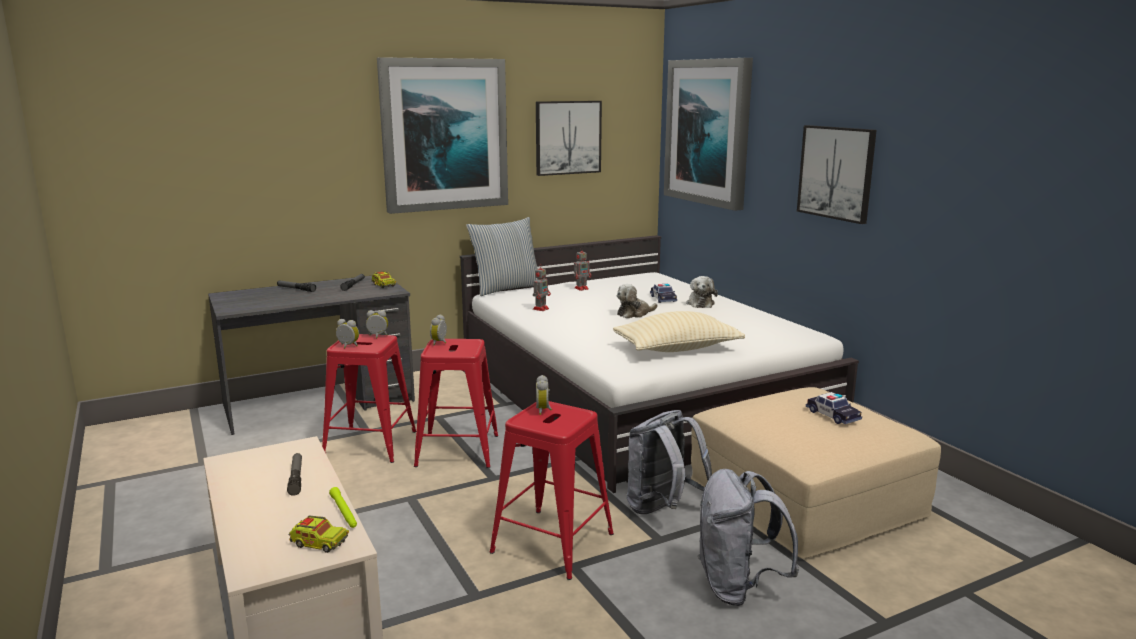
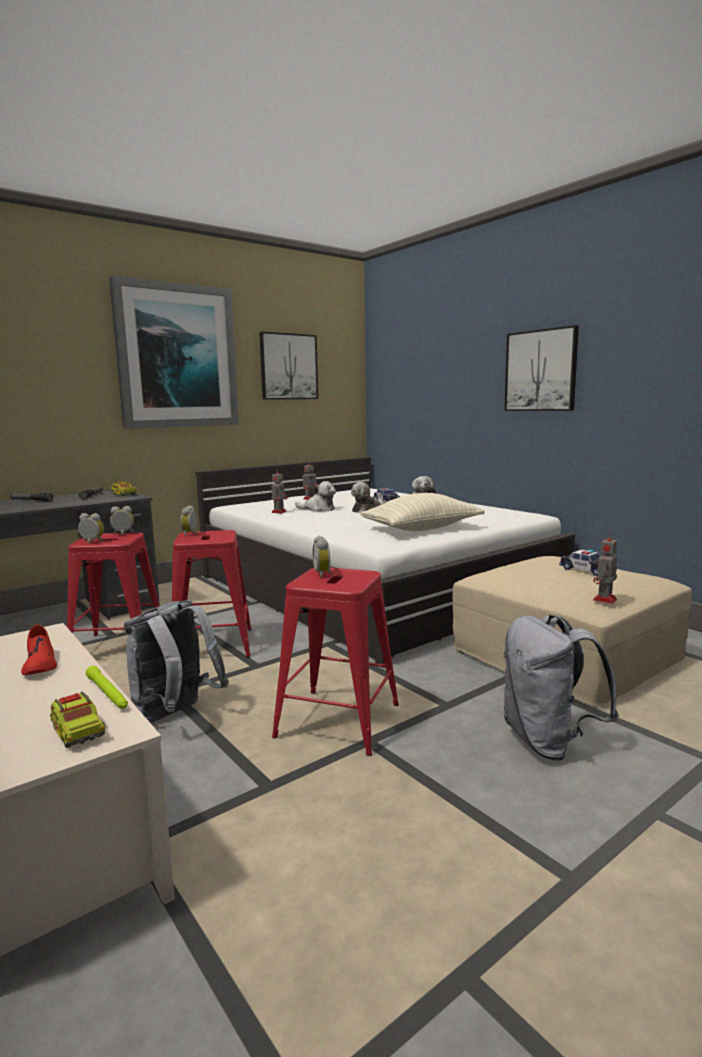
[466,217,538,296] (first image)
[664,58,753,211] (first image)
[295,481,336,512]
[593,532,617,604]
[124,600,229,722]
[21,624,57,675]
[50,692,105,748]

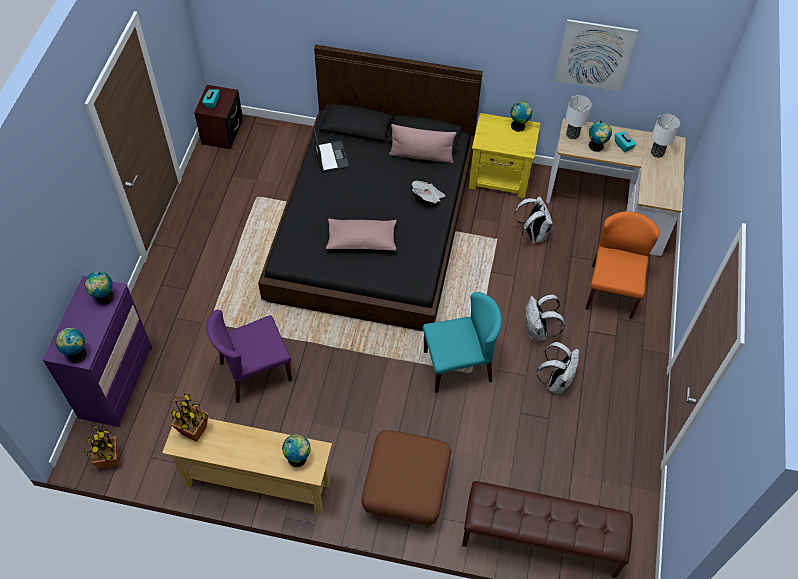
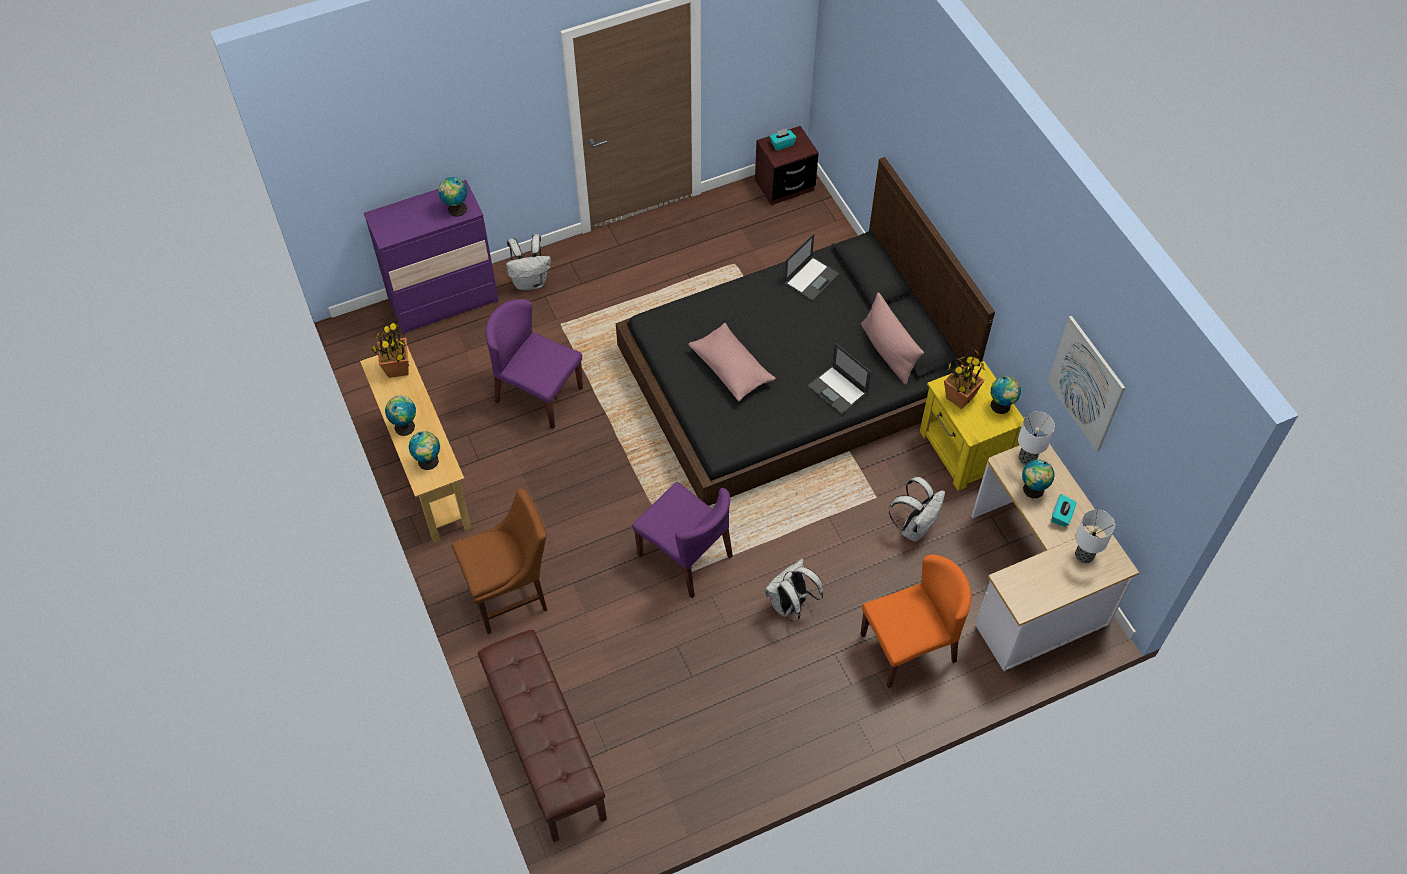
[385,396,416,436]
[944,349,985,409]
[506,234,551,291]
[452,488,547,634]
[807,343,871,415]
[632,482,733,598]

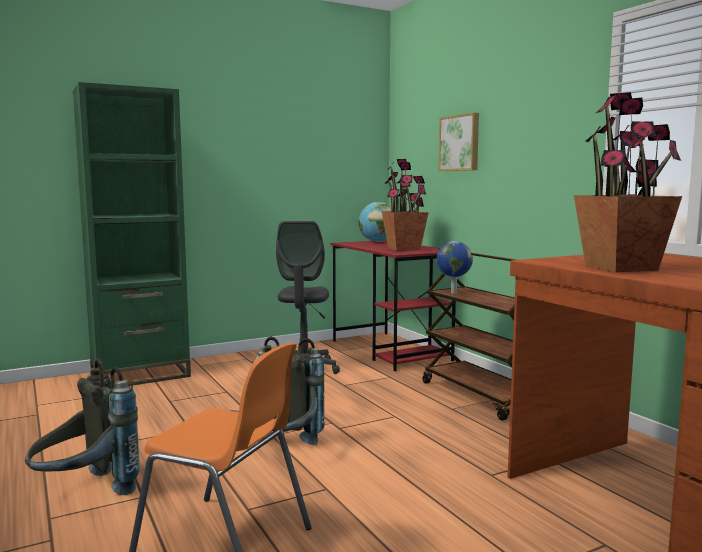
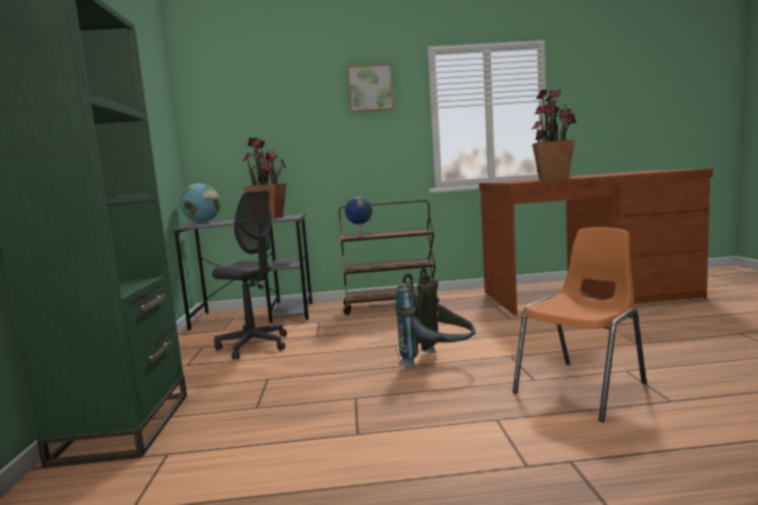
[25,359,140,495] (first image)
[347,63,394,112]
[171,214,313,330]

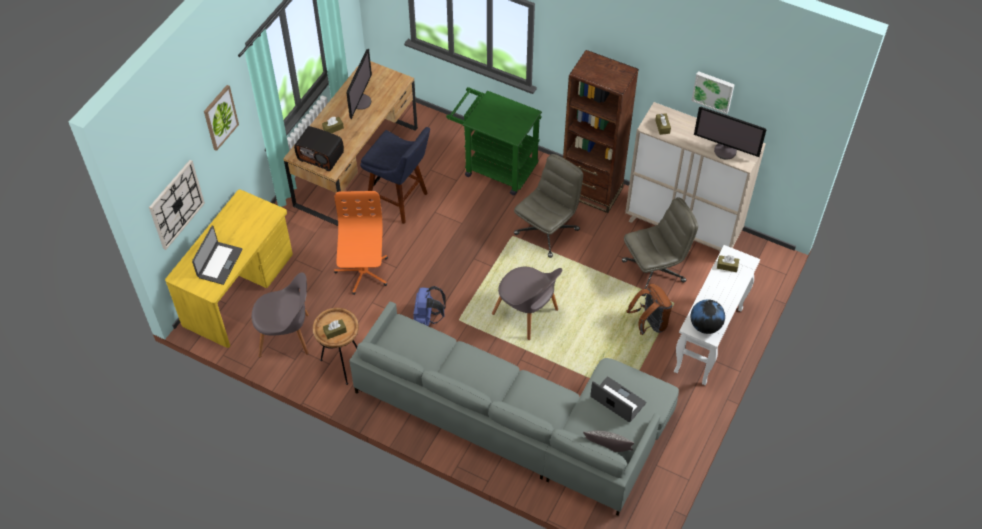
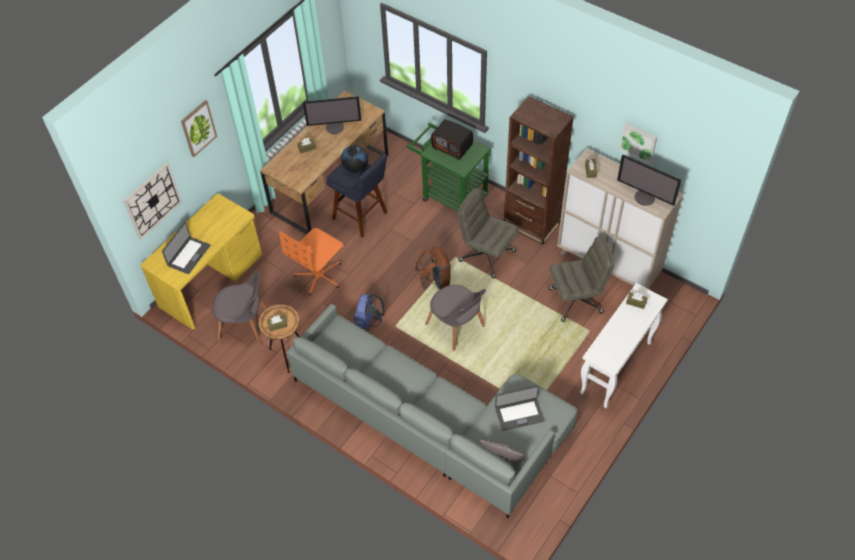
[431,119,473,160]
[415,246,451,290]
[341,145,368,173]
[279,228,343,295]
[303,96,361,134]
[458,188,518,278]
[495,385,545,431]

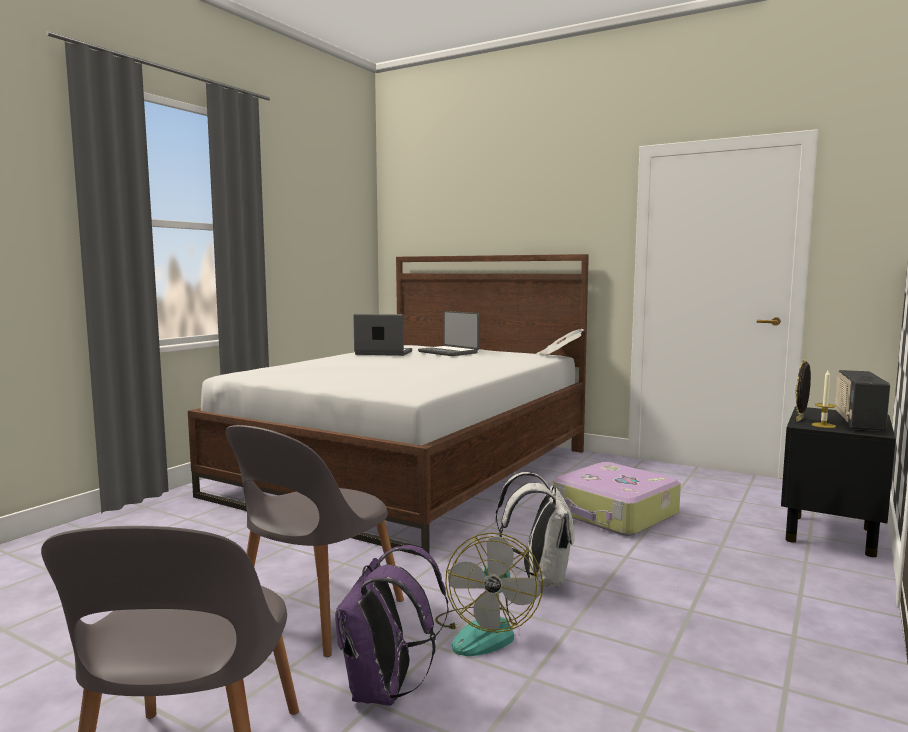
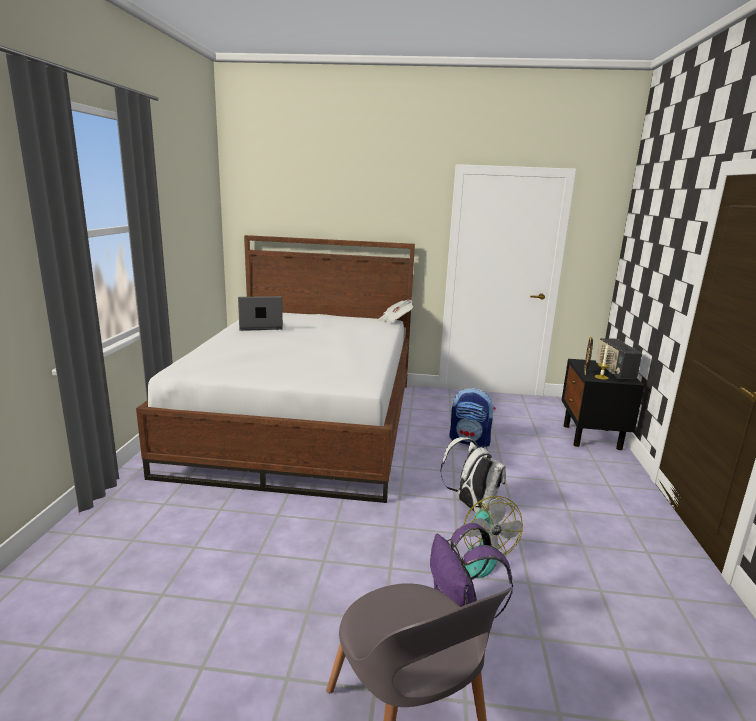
[225,425,404,657] (first image)
[418,311,479,356] (first image)
[449,389,496,448]

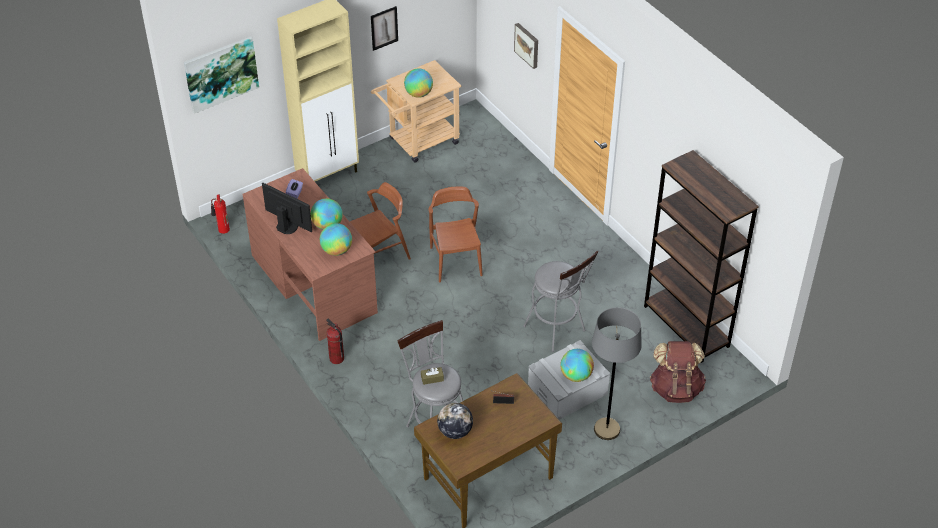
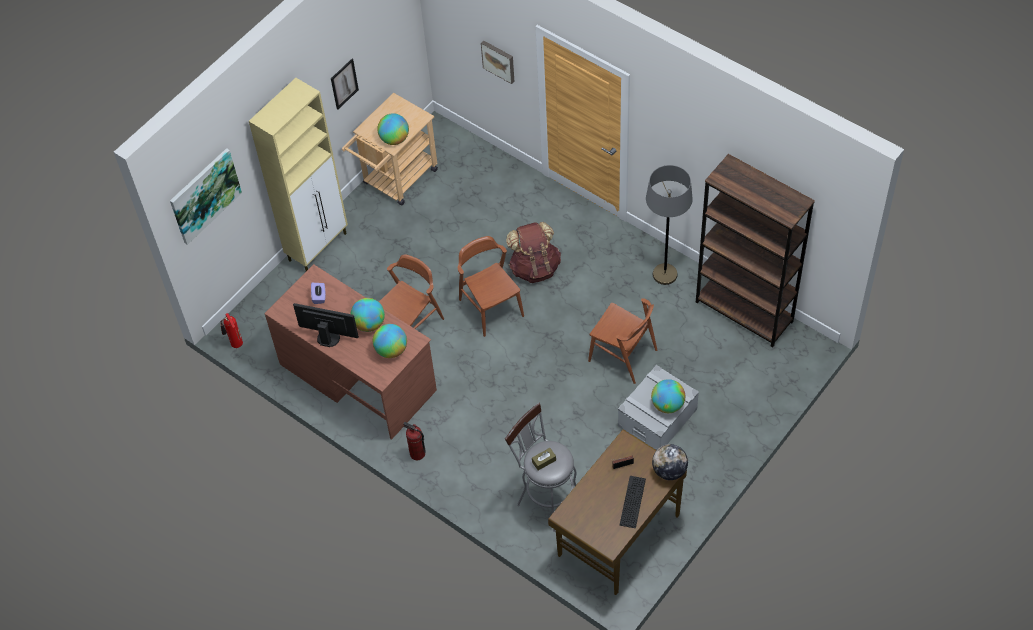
[620,476,646,528]
[652,444,688,480]
[646,165,693,285]
[506,222,561,283]
[588,298,657,384]

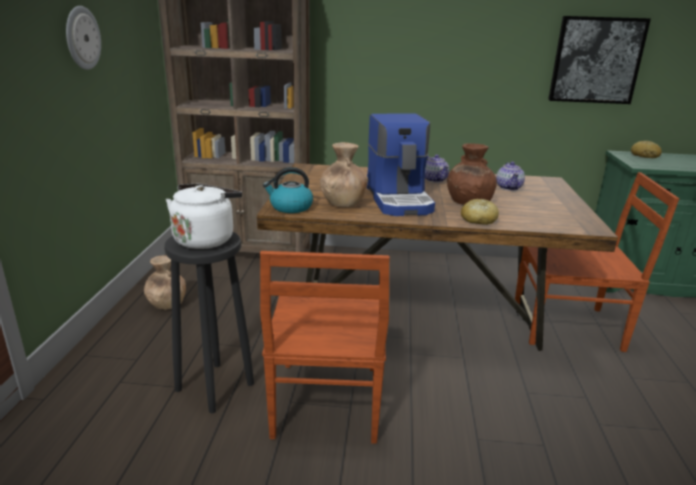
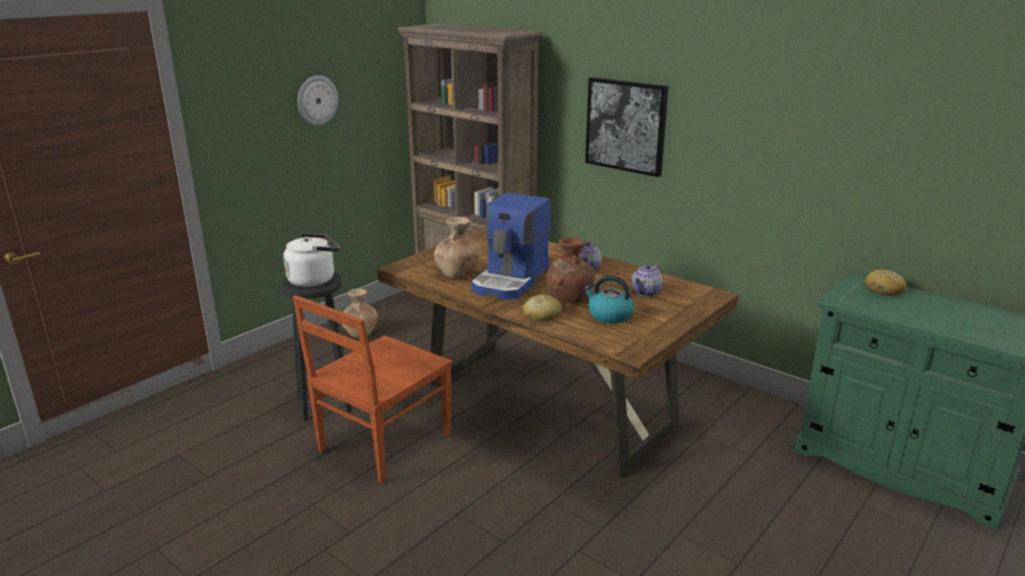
[515,172,679,352] (first image)
[584,275,634,323]
[585,77,669,177]

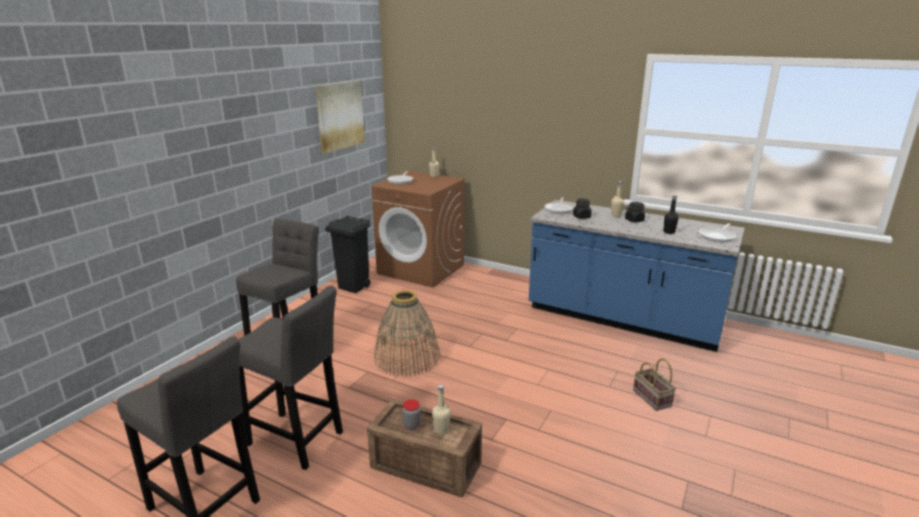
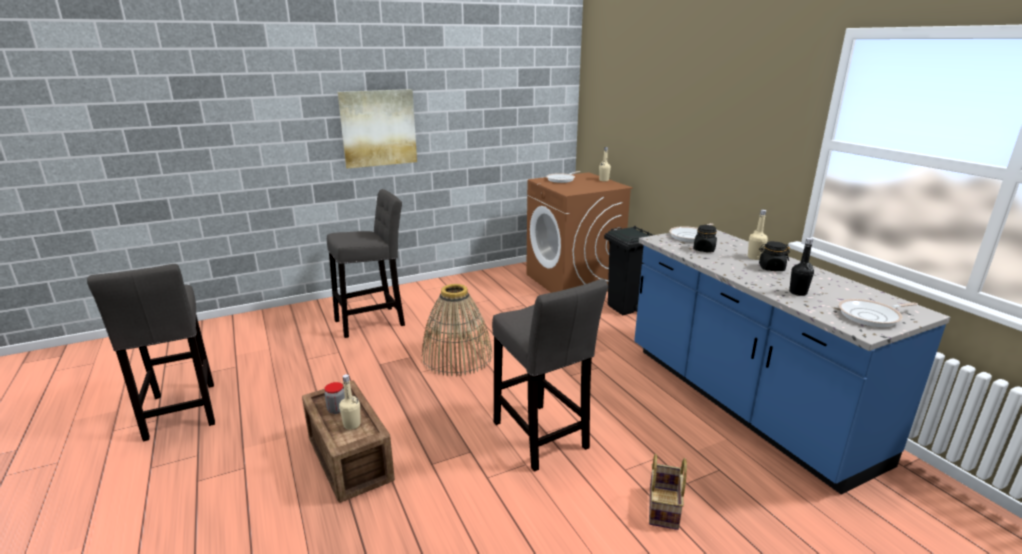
[492,279,608,472]
[338,89,417,168]
[604,226,653,315]

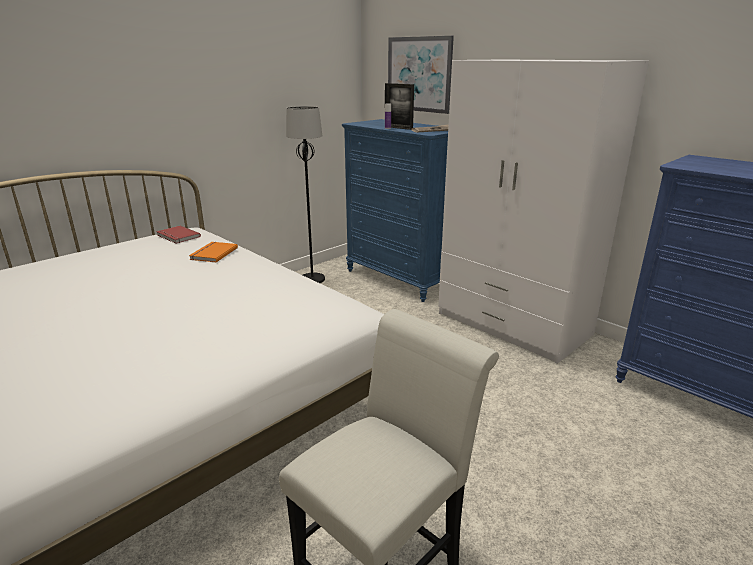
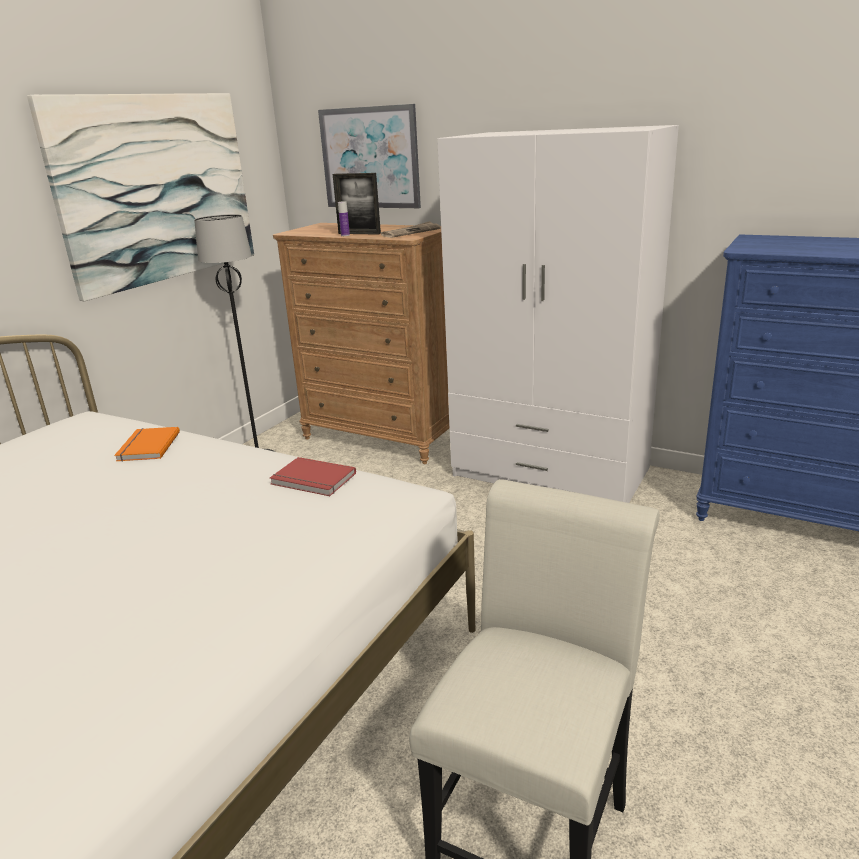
[27,93,254,301]
[270,457,356,496]
[273,223,449,464]

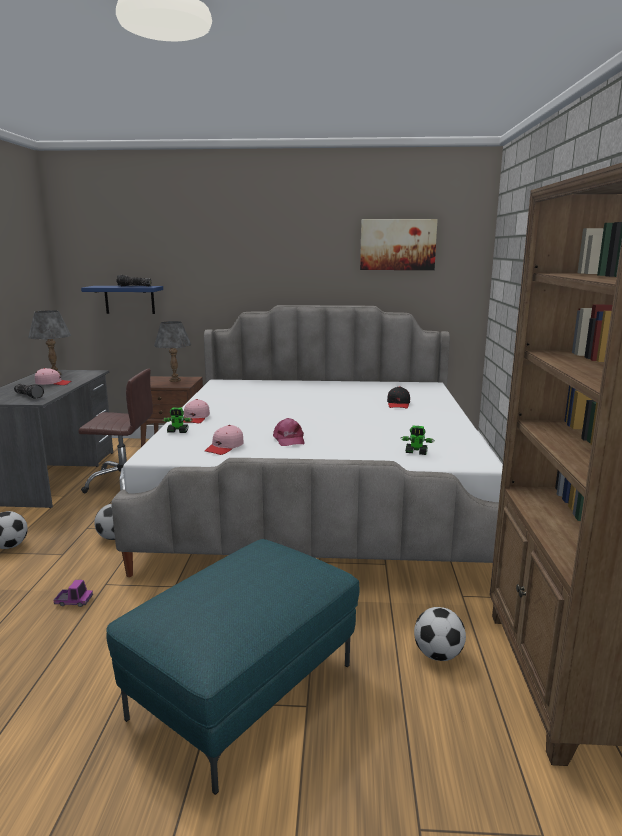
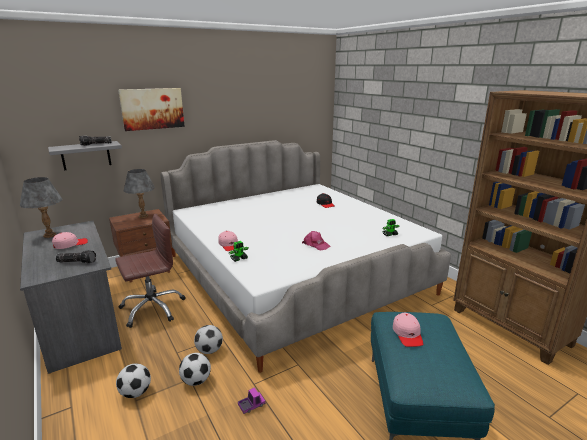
[393,313,423,347]
[118,88,185,131]
[179,353,211,386]
[48,141,122,171]

